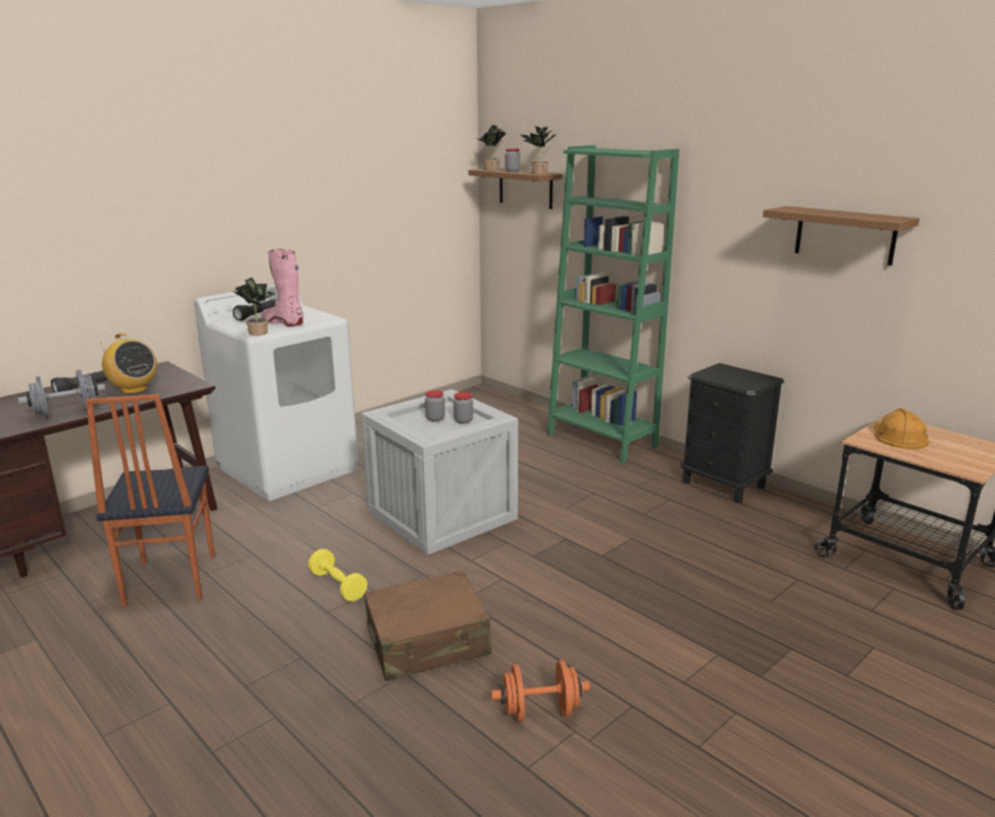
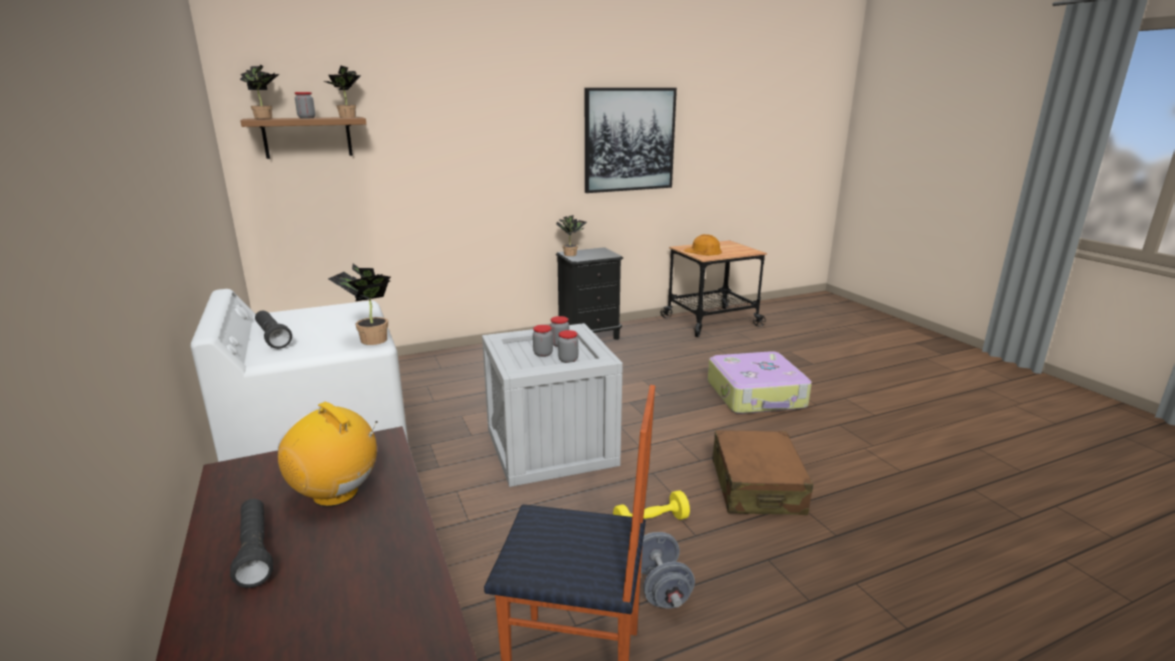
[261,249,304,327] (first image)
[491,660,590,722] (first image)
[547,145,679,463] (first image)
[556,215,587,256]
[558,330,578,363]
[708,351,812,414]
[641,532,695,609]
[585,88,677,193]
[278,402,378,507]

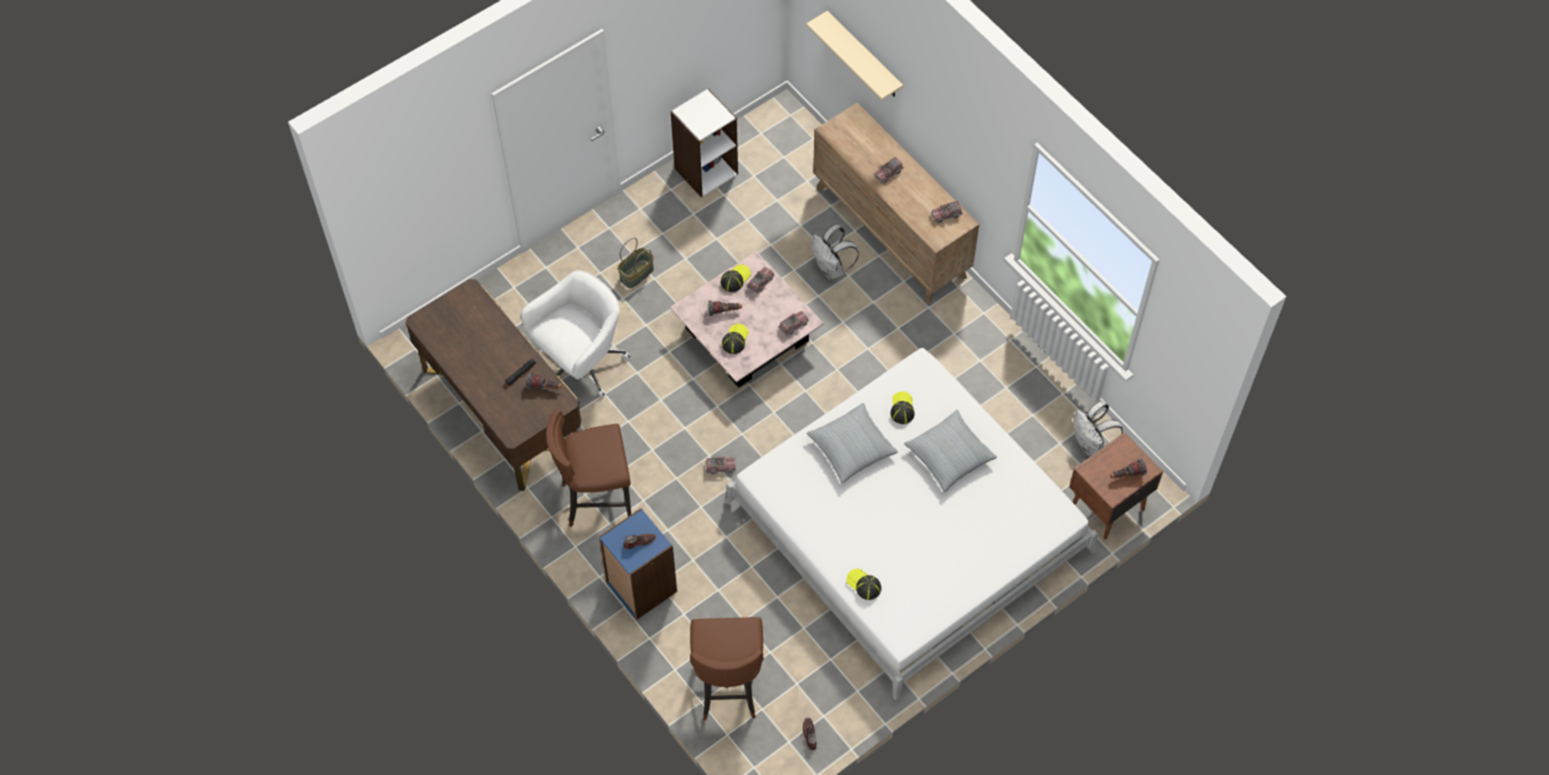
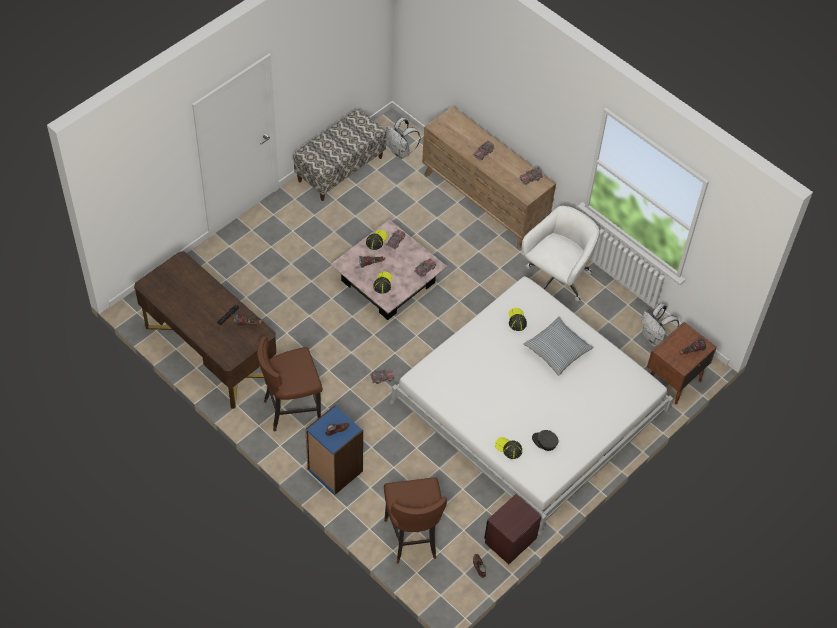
[618,238,654,288] (first image)
[806,11,903,100] (first image)
[806,403,898,484] (first image)
[484,494,541,564]
[532,430,558,451]
[522,206,599,302]
[386,118,421,159]
[294,109,386,201]

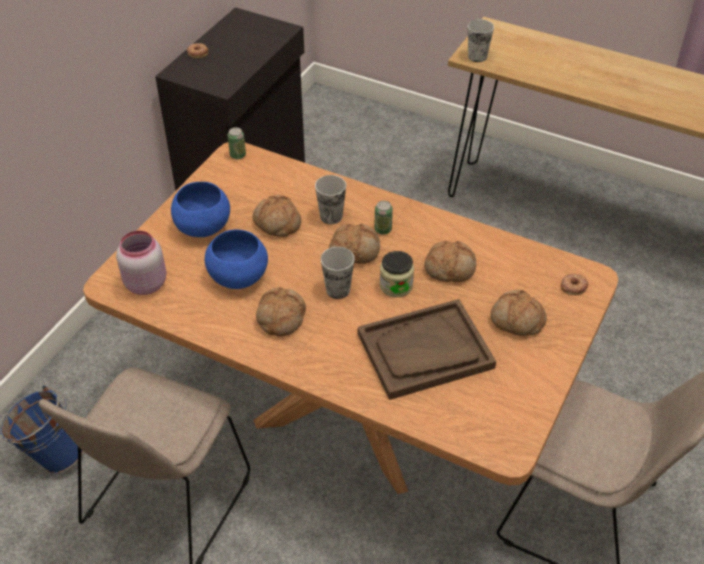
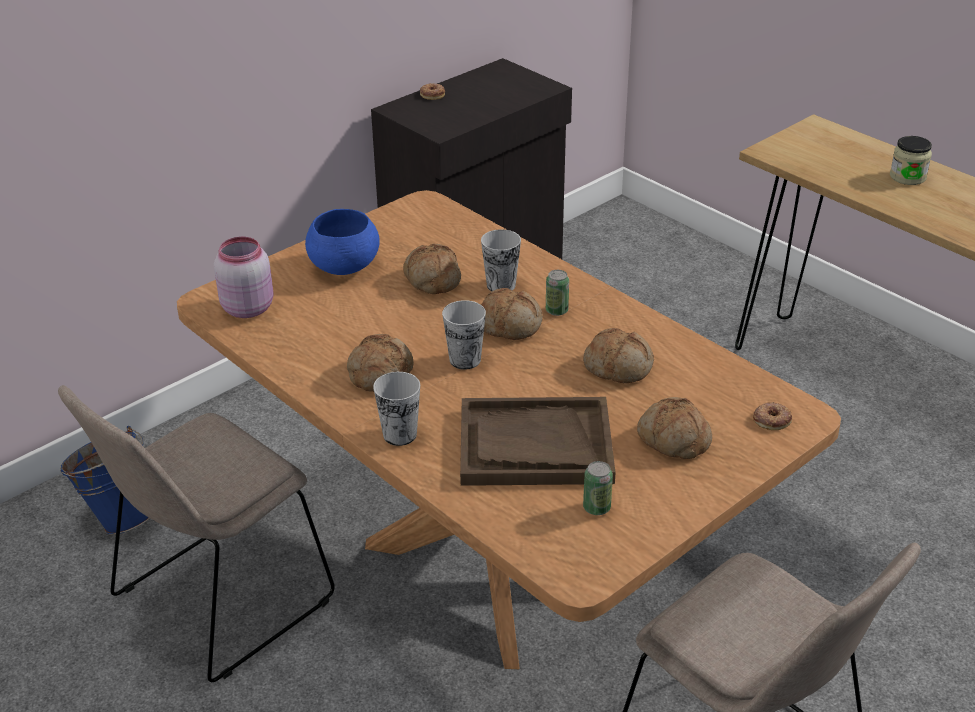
[205,229,268,289] (first image)
[583,461,613,515]
[890,136,932,185]
[373,372,420,446]

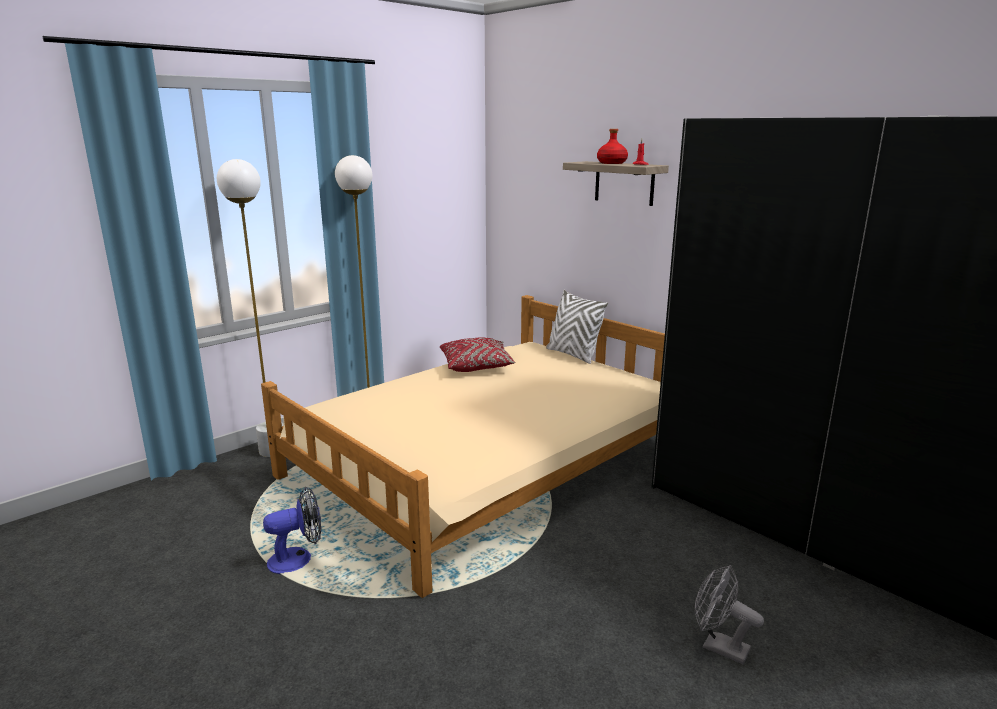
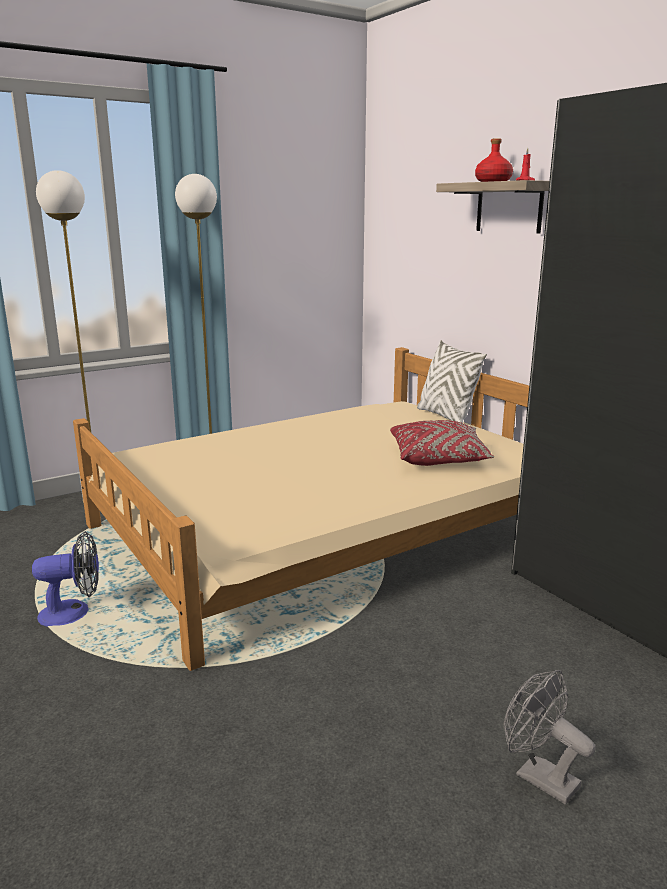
[390,420,494,466]

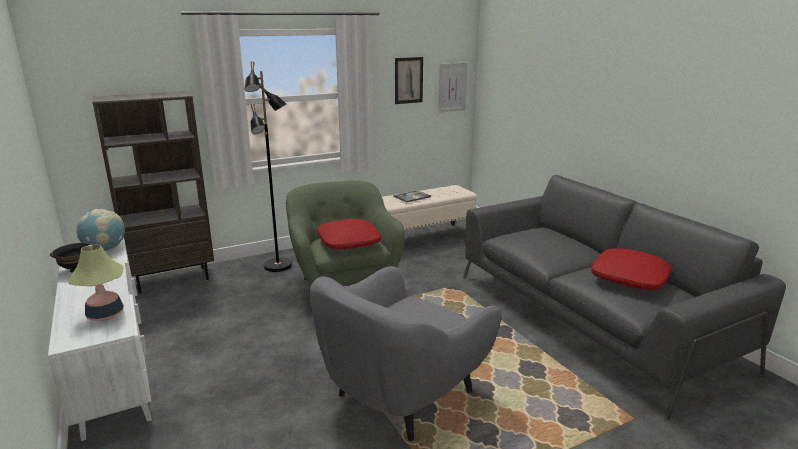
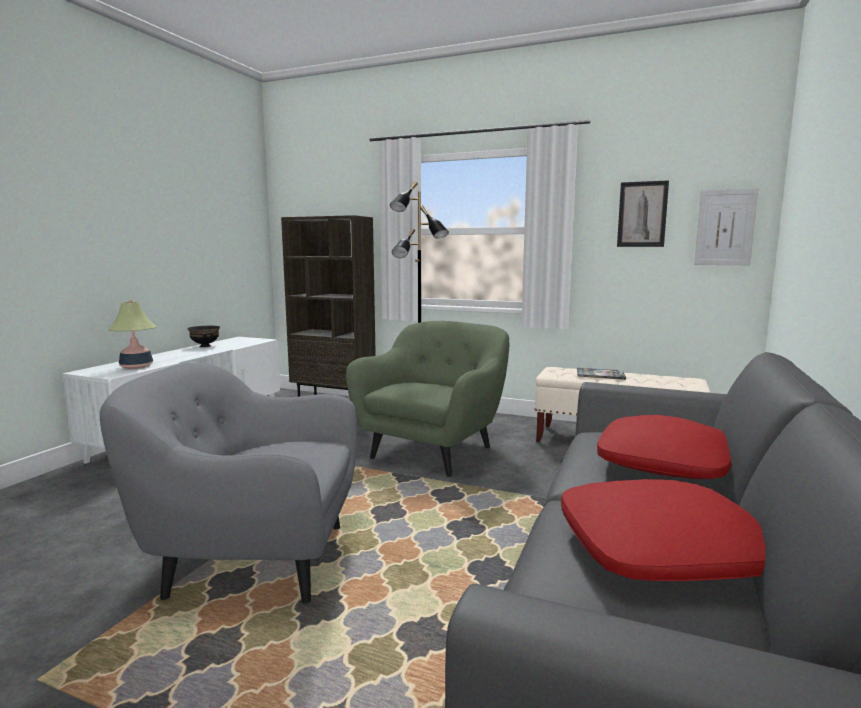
[76,209,125,251] (first image)
[597,415,731,479]

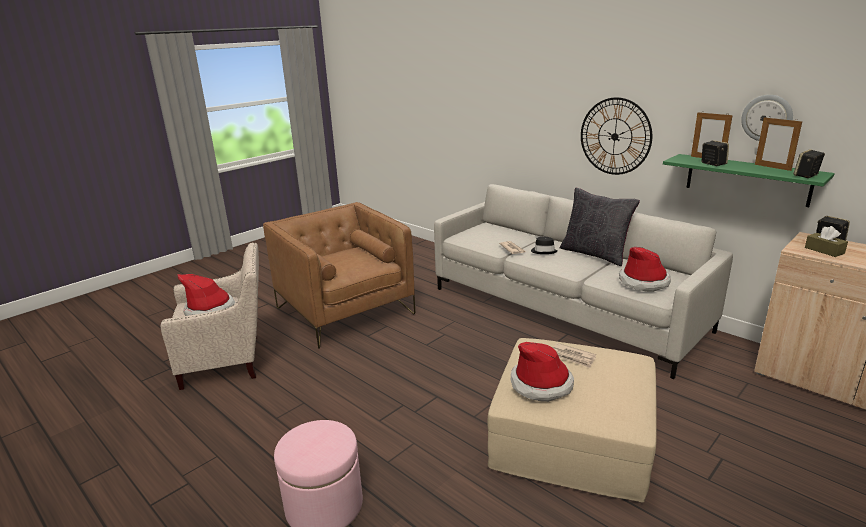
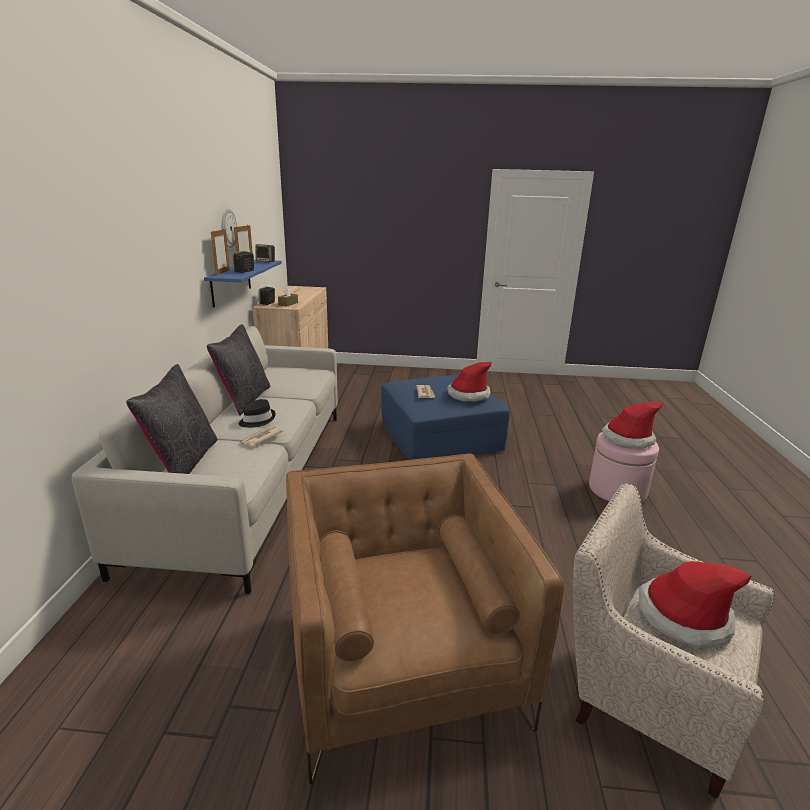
[581,97,652,175] (first image)
[126,364,218,474]
[602,402,663,449]
[381,375,510,460]
[204,260,282,307]
[286,453,564,785]

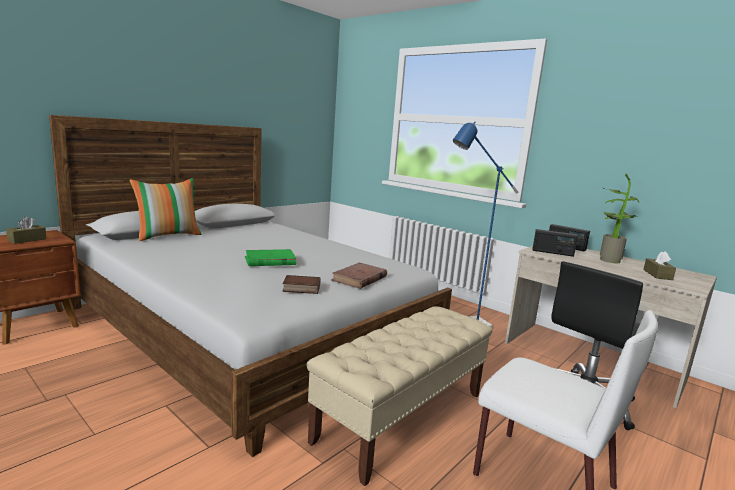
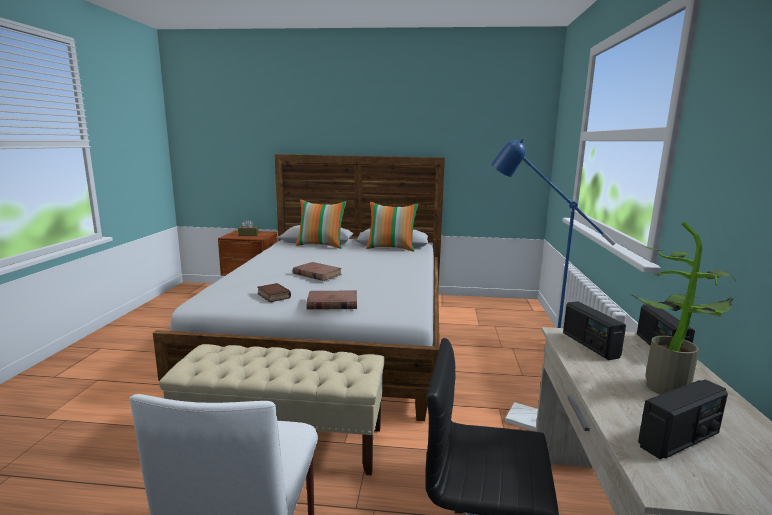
[366,202,418,252]
[638,380,728,459]
[293,262,342,281]

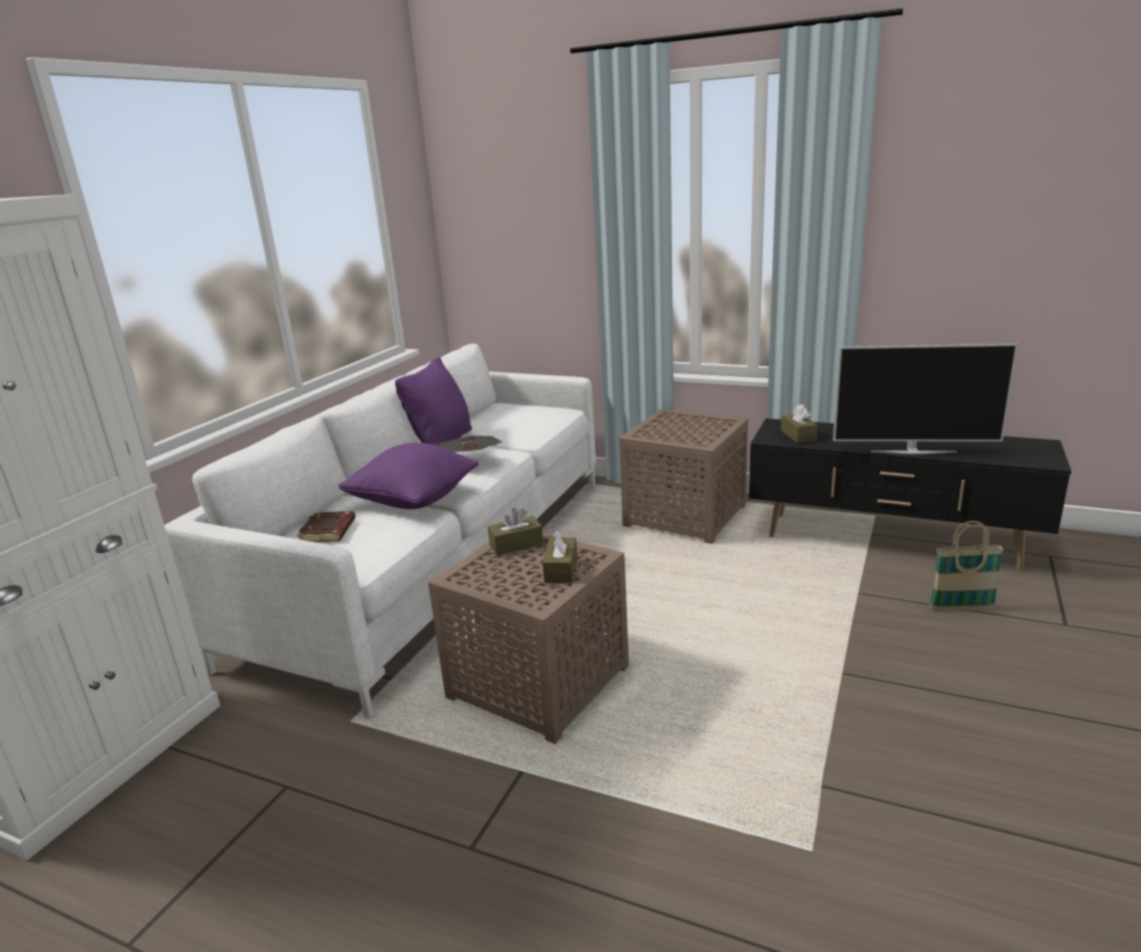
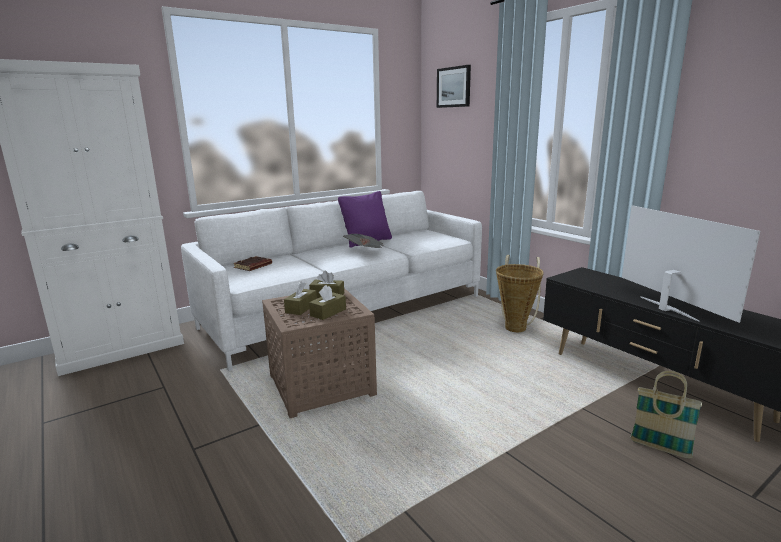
[338,443,479,509] (first image)
[437,65,471,108]
[284,281,317,315]
[496,255,544,332]
[622,205,760,323]

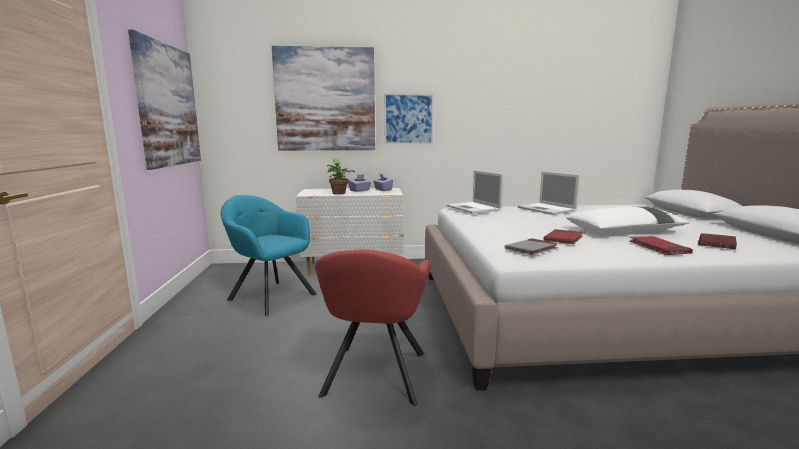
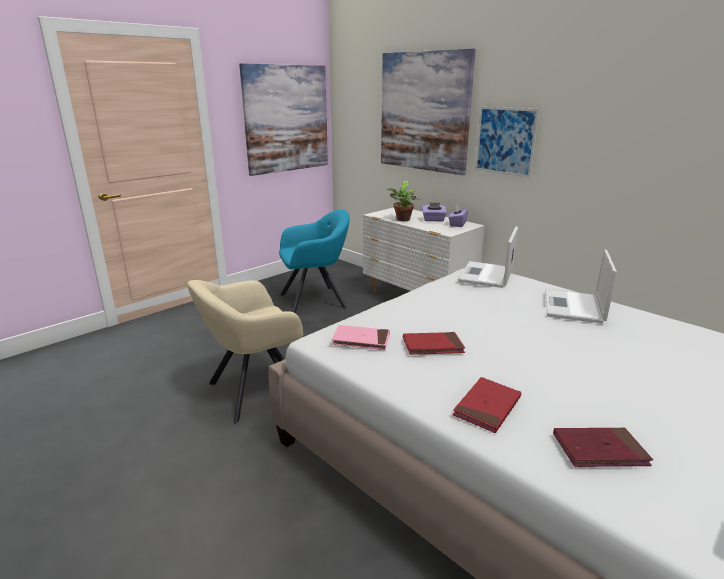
[566,207,690,232] (first image)
[187,280,303,424]
[331,325,390,350]
[279,209,350,313]

